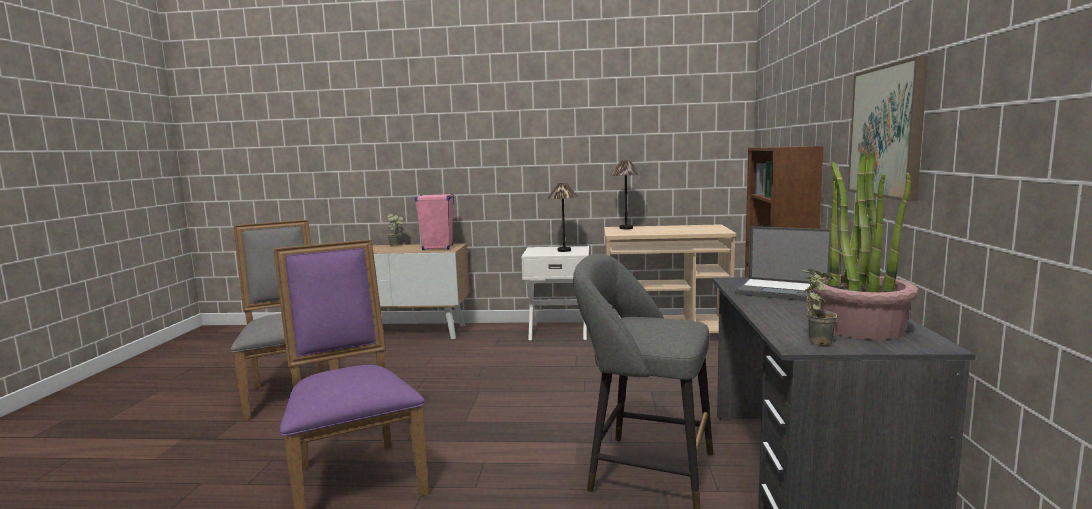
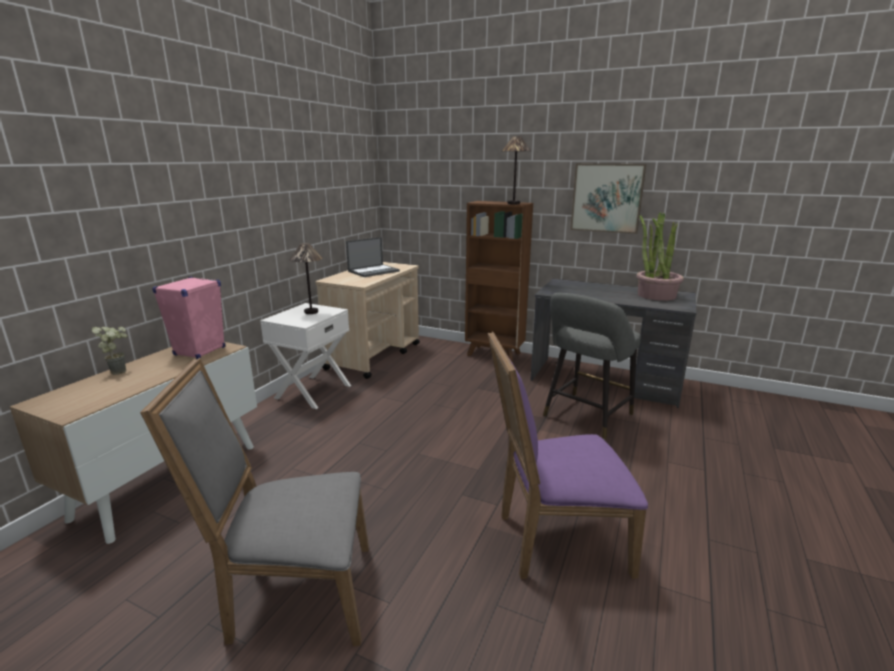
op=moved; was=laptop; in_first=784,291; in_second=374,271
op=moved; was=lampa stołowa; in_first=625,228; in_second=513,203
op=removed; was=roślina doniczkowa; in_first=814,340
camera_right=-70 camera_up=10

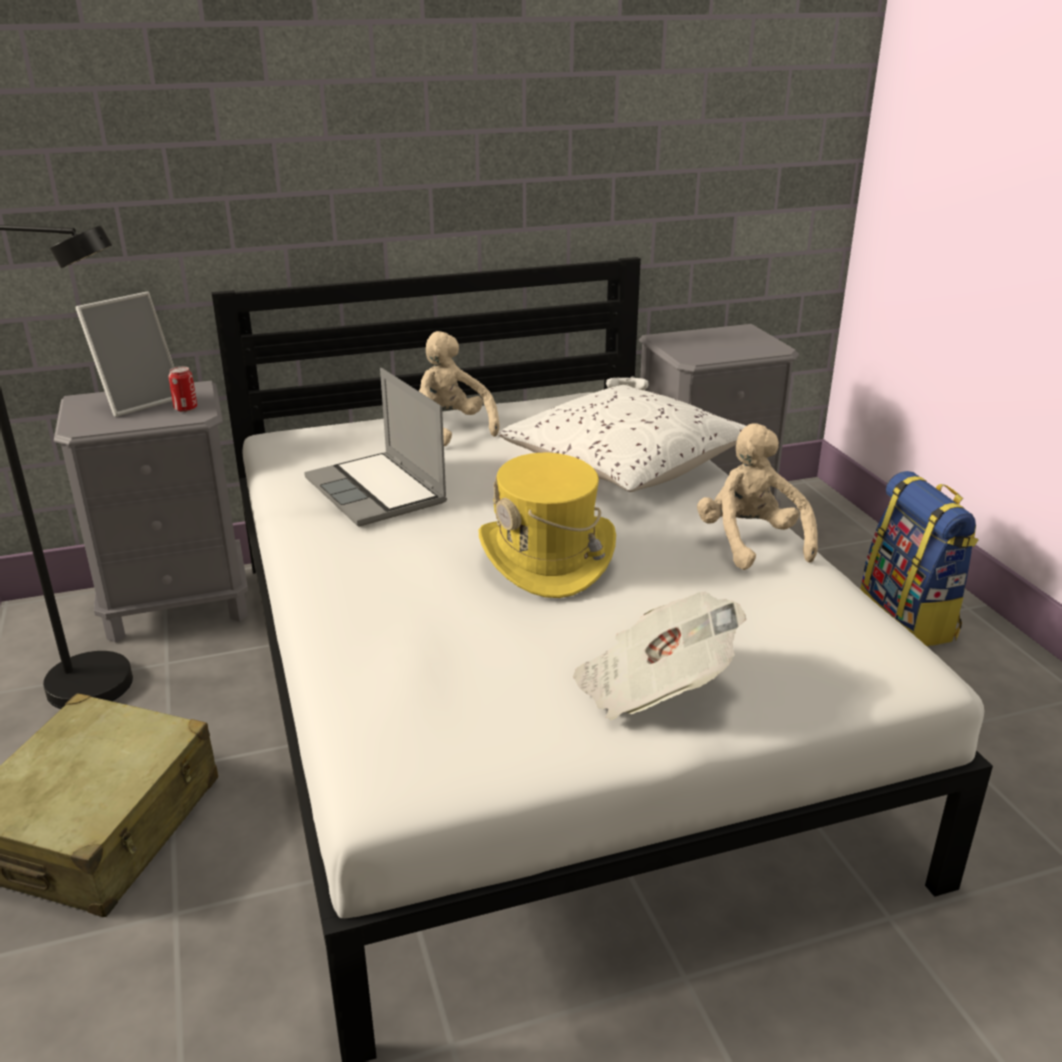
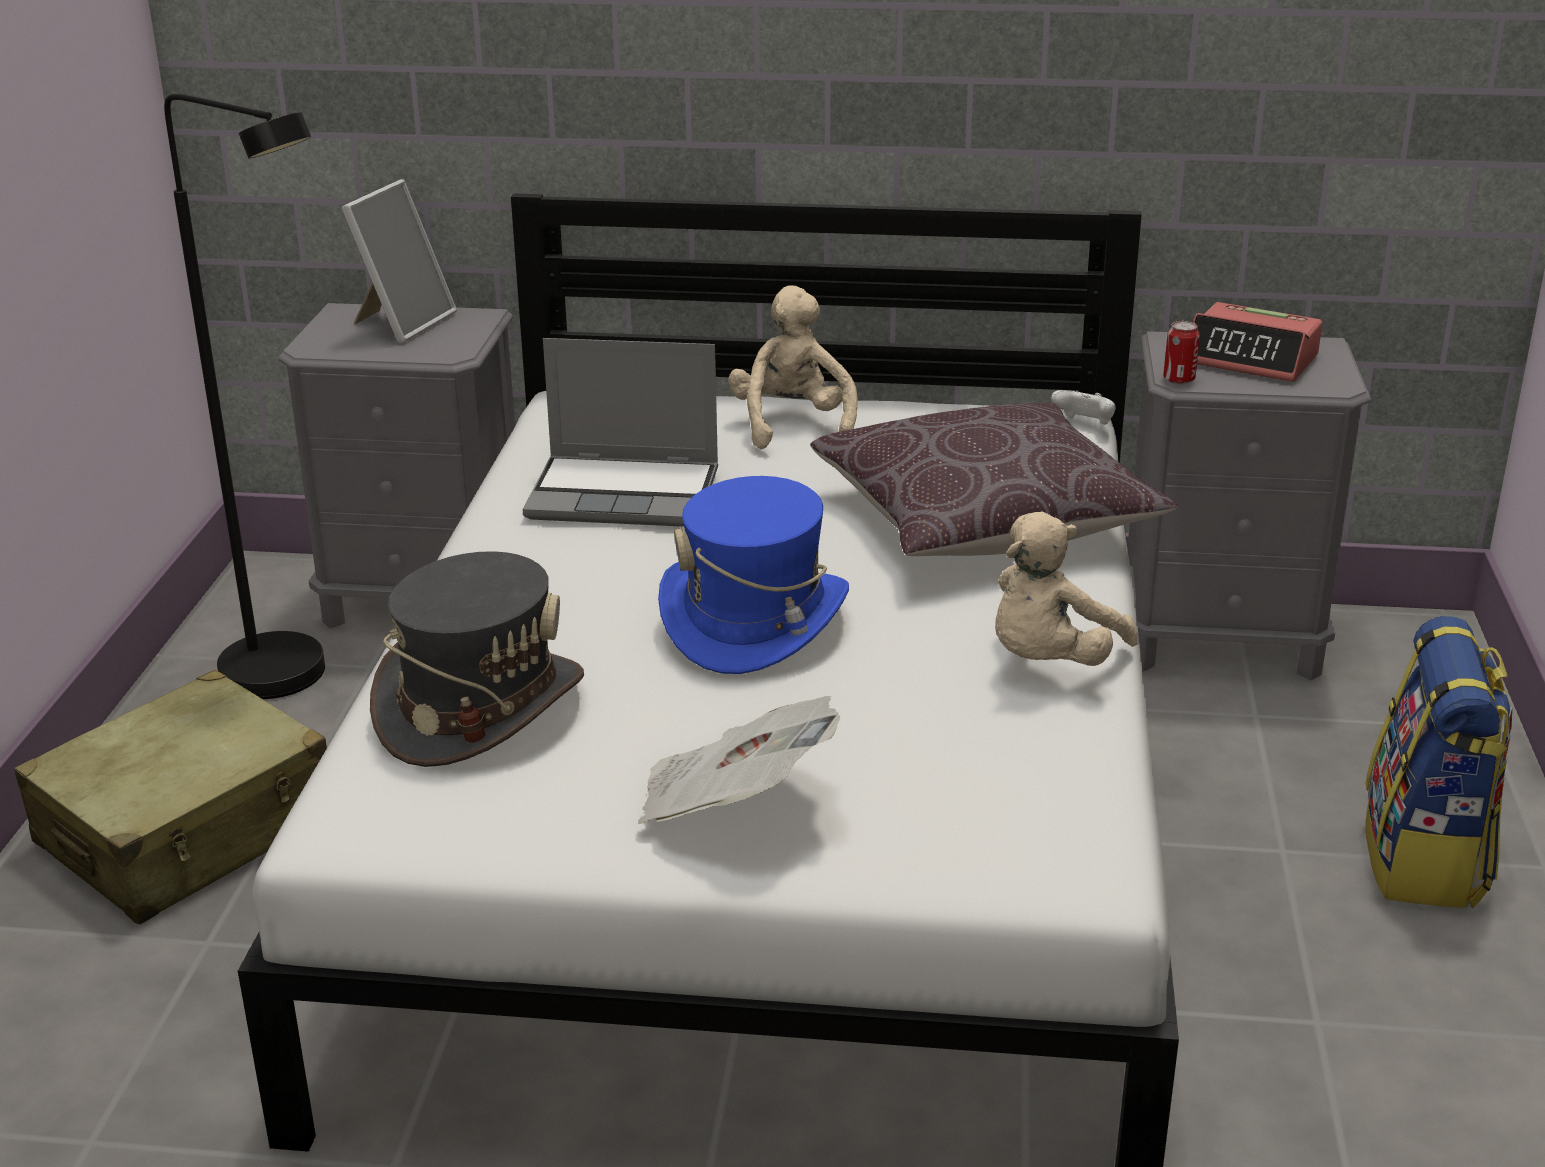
op=turned; was=ramka na zdjęcie; in_first=139,401; in_second=402,323; clockwise=-45
op=added; now=kapelusz (szary); in_second=479,707
op=turned; was=laptop; in_first=378,492; in_second=626,494; clockwise=-75
op=recoloured; was=kapelusz (żółty); now=kapelusz (niebieski); in_first=547,558; in_second=755,621
op=recoloured; was=poduszka (biały); now=poduszka (brązowy); in_first=625,464; in_second=984,520
op=turned; was=pluszak (beżowy); in_first=750,542; in_second=1049,662; clockwise=-150
op=moved; was=puszka; in_first=185,408; in_second=1179,379
op=added; now=budzik; in_second=1252,359
camera_right=25 camera_up=0

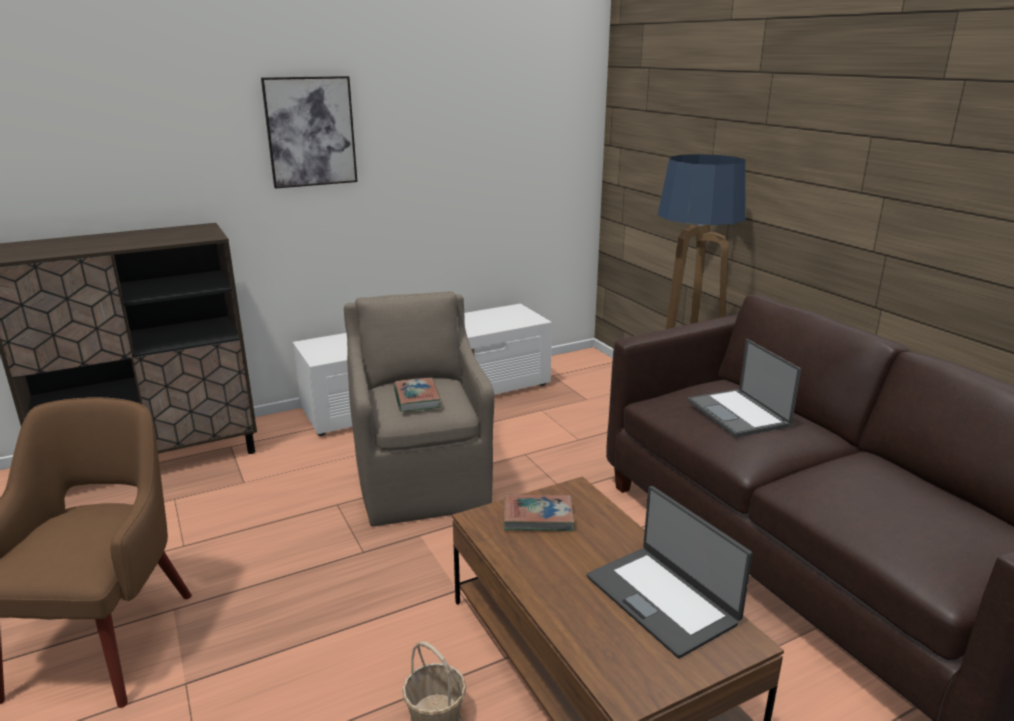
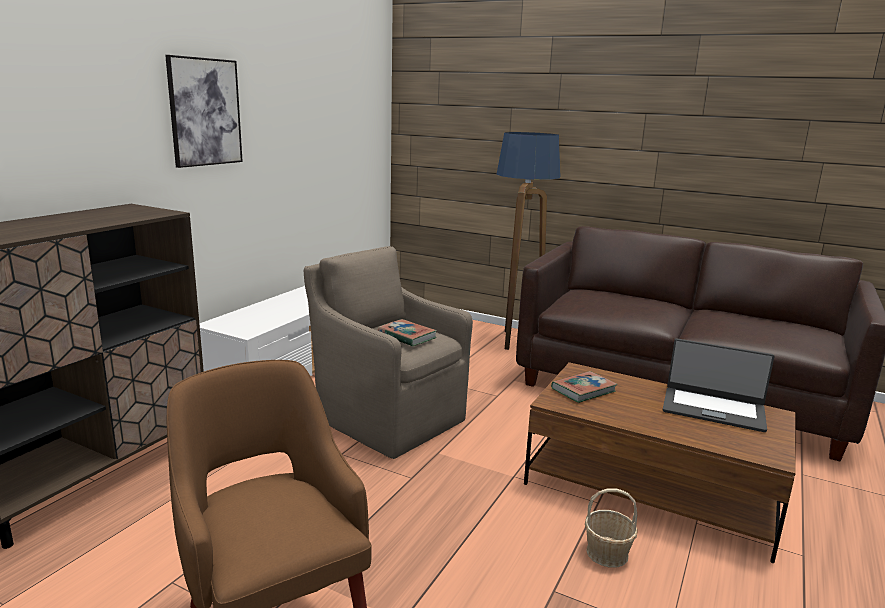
op=removed; was=laptop; in_first=739,414
camera_right=-35 camera_up=-5

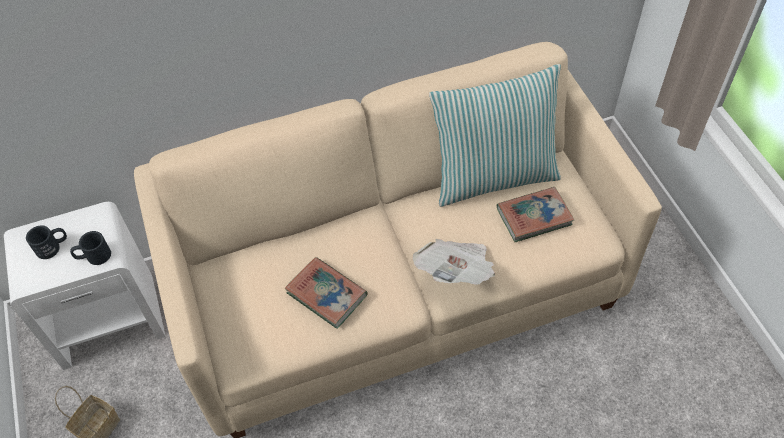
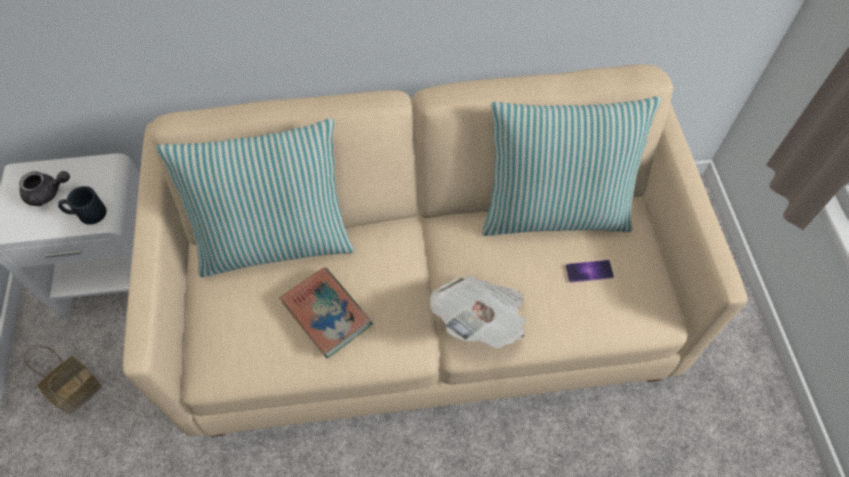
op=replaced; was=kubek (czarny); now=imbryk (szary); in_first=53,247; in_second=48,193
op=added; now=poduszka; in_second=276,241
op=replaced; was=książka; now=telefon; in_first=534,217; in_second=589,271
camera_right=10 camera_up=5

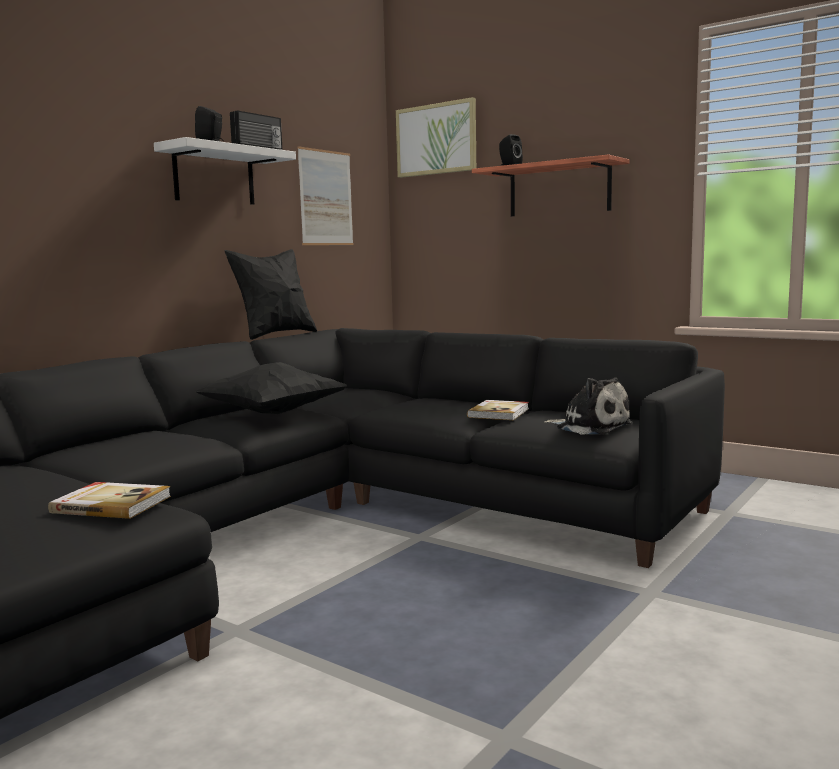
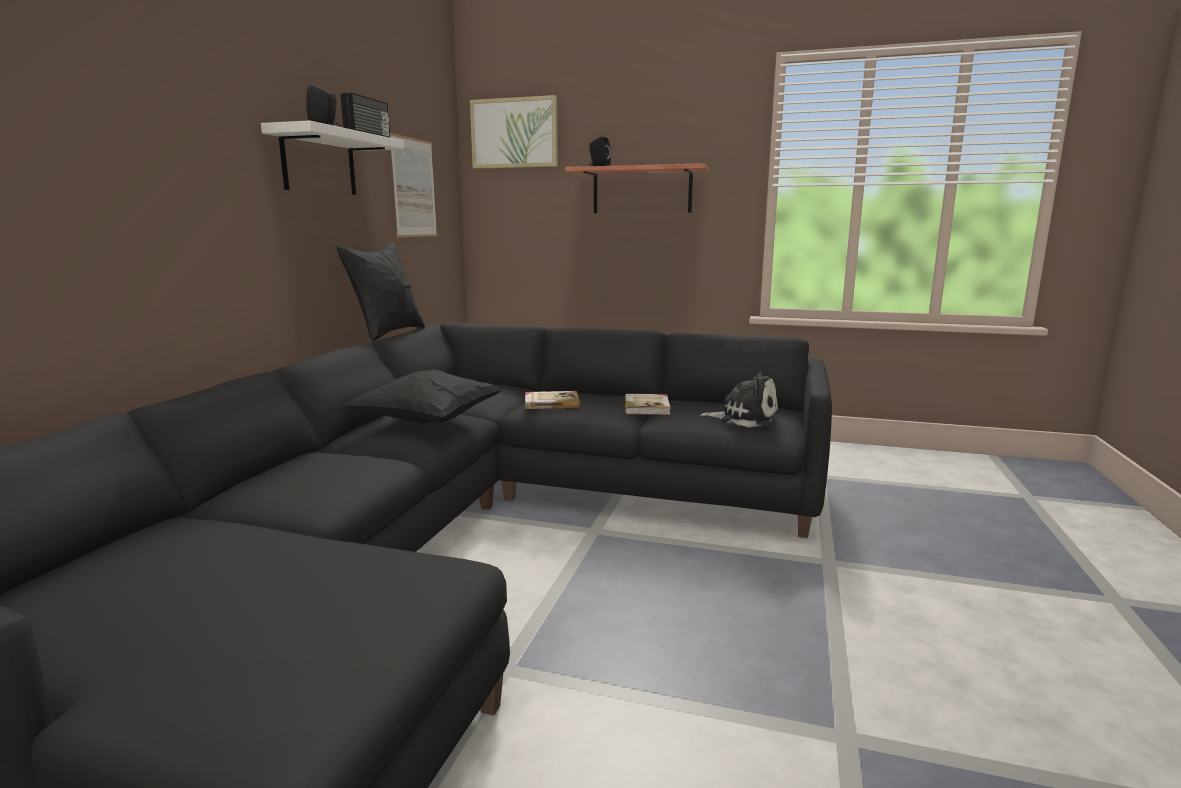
op=moved; was=książka; in_first=112,504; in_second=551,402
camera_right=-20 camera_up=5

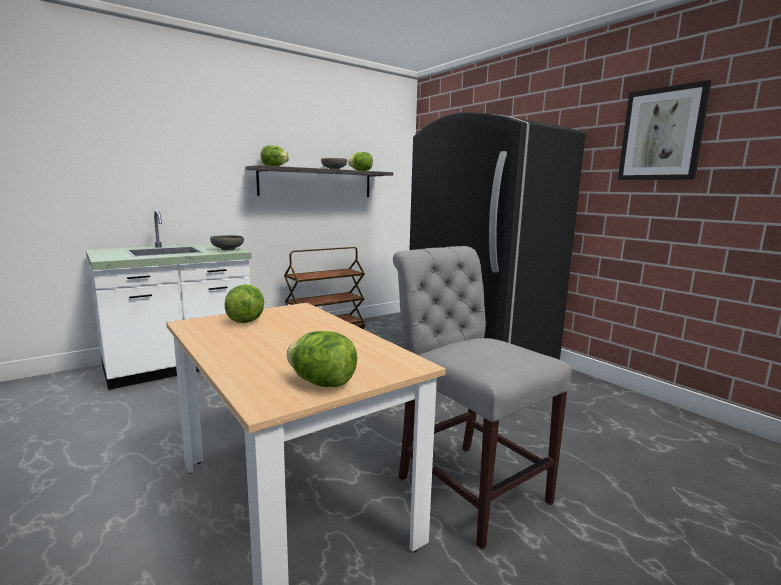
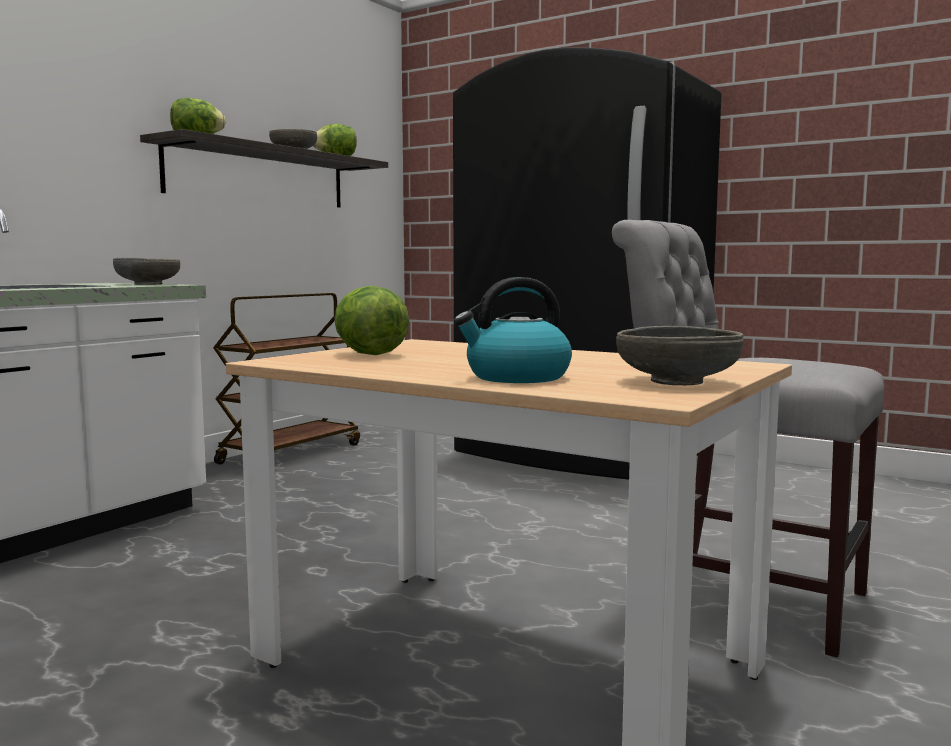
op=added; now=czajnik; in_second=516,377
op=replaced; was=sałata; now=miska (szary); in_first=322,383; in_second=677,381
op=removed; was=obraz; in_first=662,134
camera_right=-20 camera_up=-5

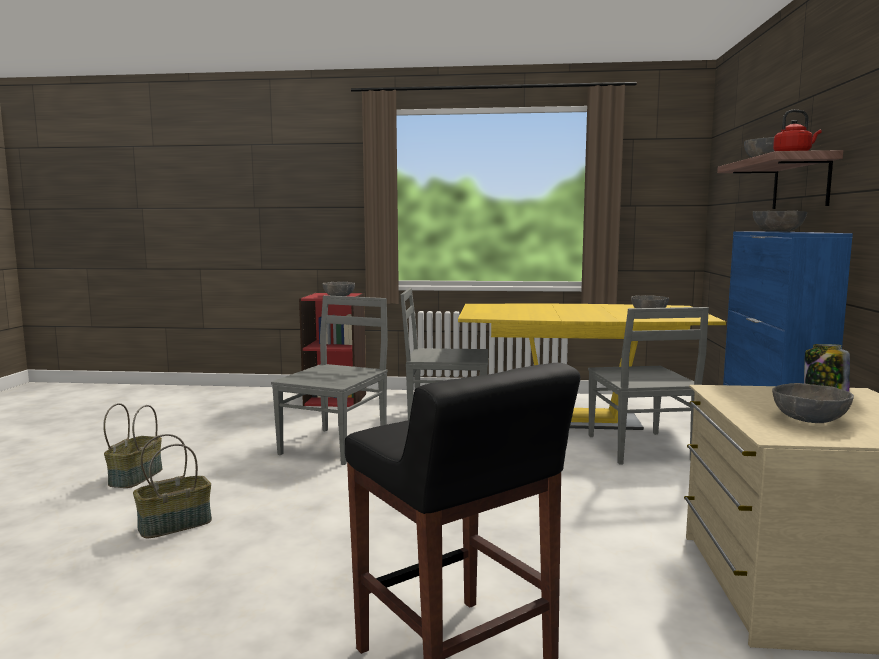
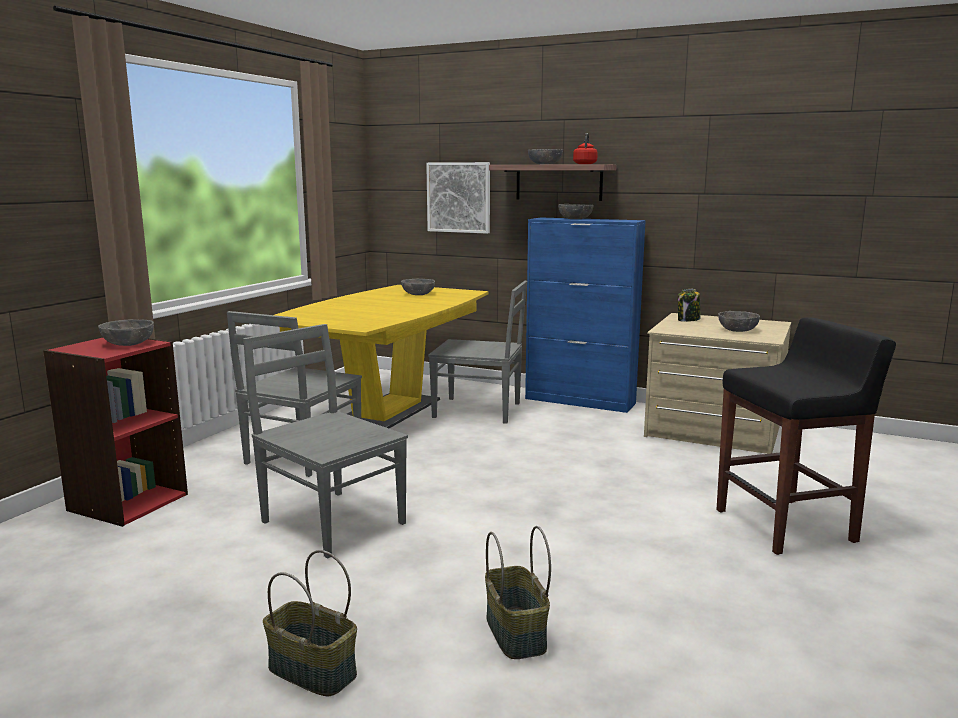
op=added; now=obraz; in_second=459,197
camera_right=-70 camera_up=5

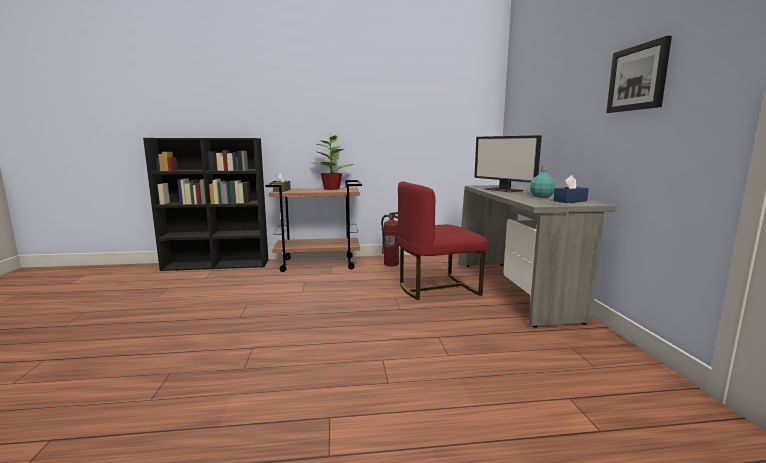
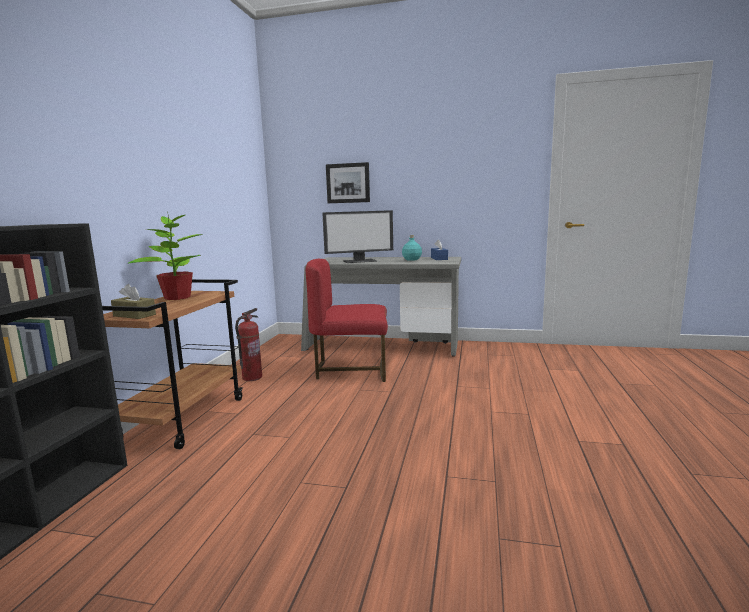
op=turned; was=krzesło (czerwony); in_first=436,288; in_second=351,370; clockwise=90
op=moved; was=obraz; in_first=638,78; in_second=348,183
camera_right=-70 camera_up=0

